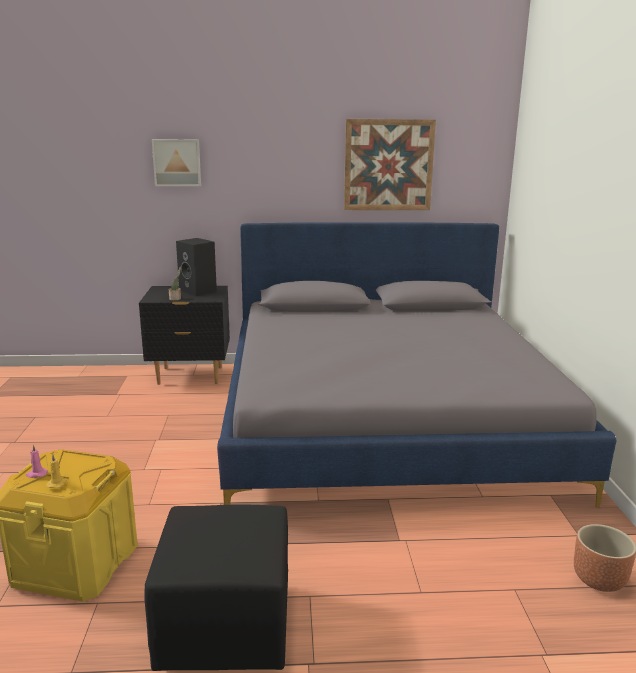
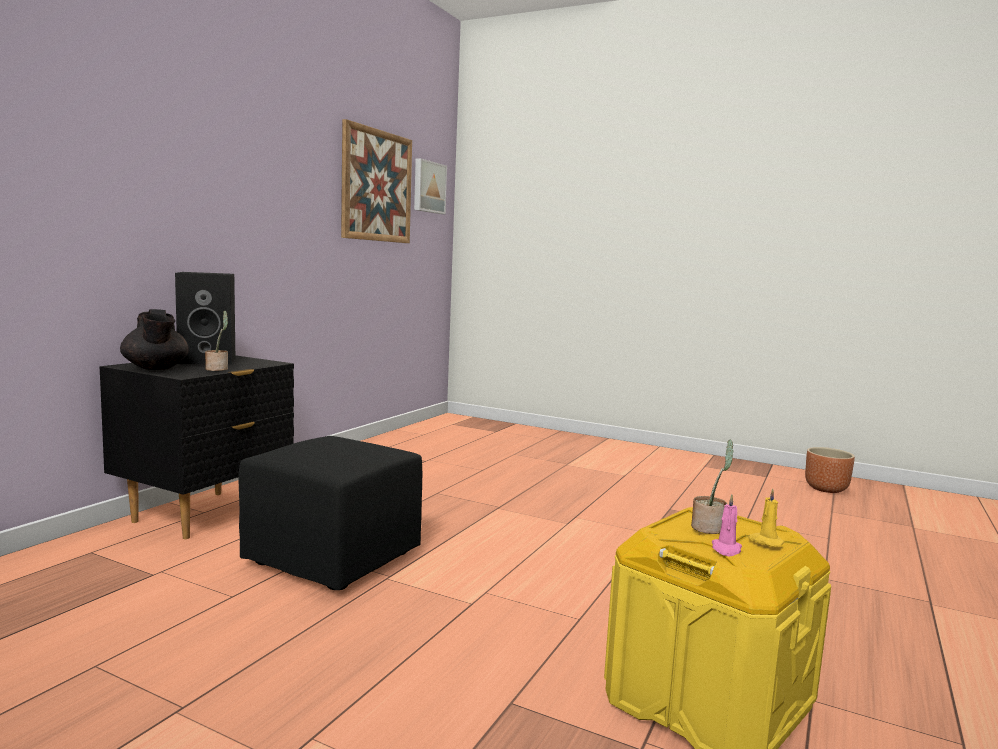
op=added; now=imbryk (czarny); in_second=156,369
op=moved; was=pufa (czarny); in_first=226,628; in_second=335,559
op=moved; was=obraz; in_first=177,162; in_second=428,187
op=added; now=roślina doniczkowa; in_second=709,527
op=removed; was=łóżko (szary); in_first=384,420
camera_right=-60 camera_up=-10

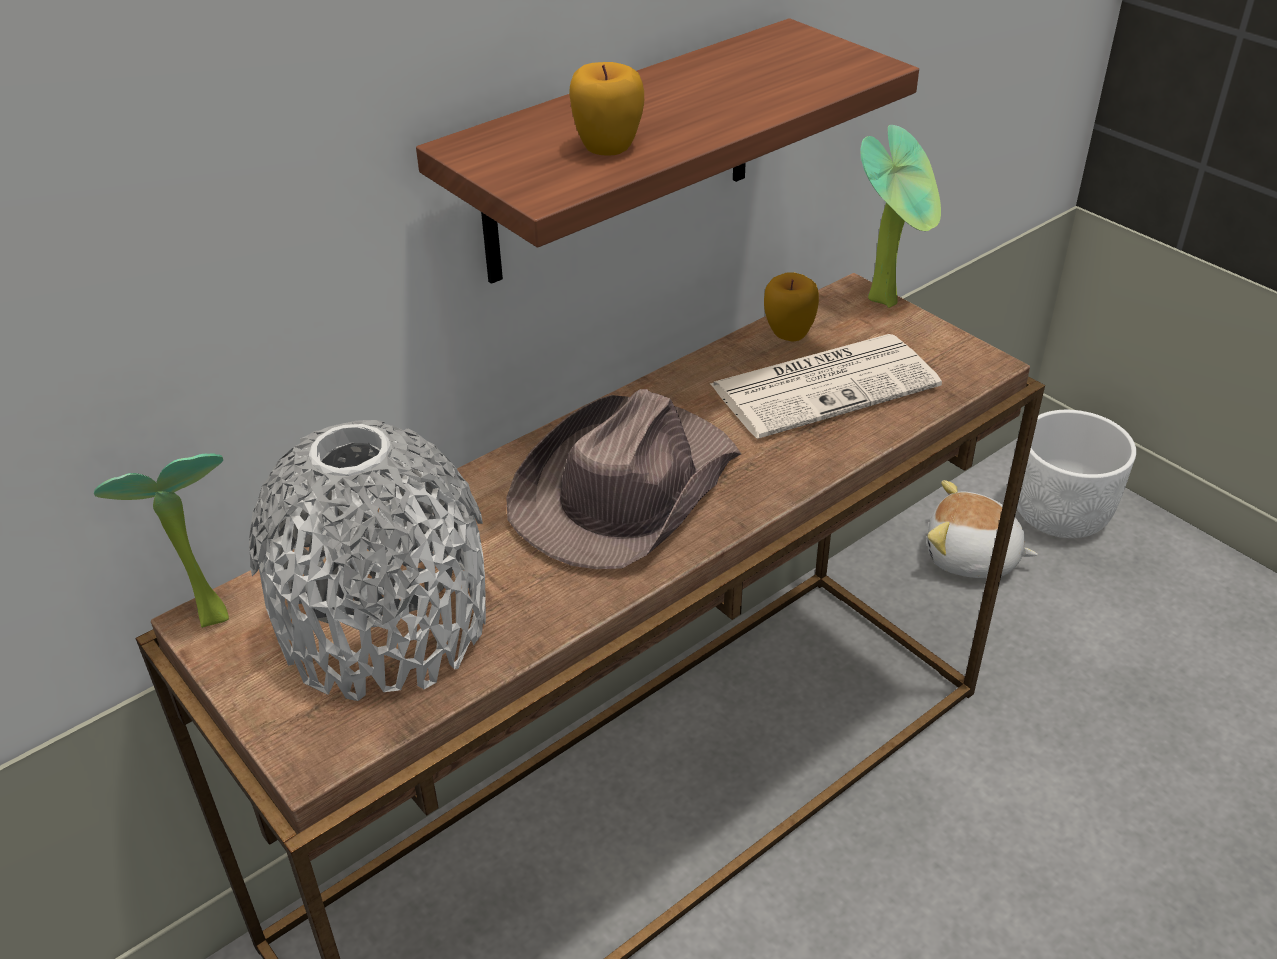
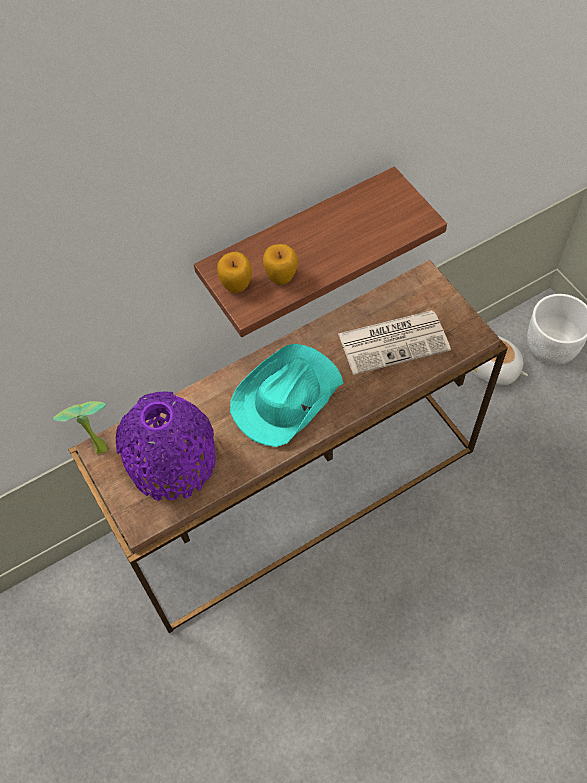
op=recoloured; was=wazon (szary); now=wazon (fioletowy); in_first=385,624; in_second=172,462
op=moved; was=jabłko; in_first=788,334; in_second=236,285
op=recoloured; was=kapelusz (brązowy); now=kapelusz (turkusowy); in_first=624,490; in_second=285,397
op=removed; was=roślina doniczkowa; in_first=889,299
camera_right=10 camera_up=20

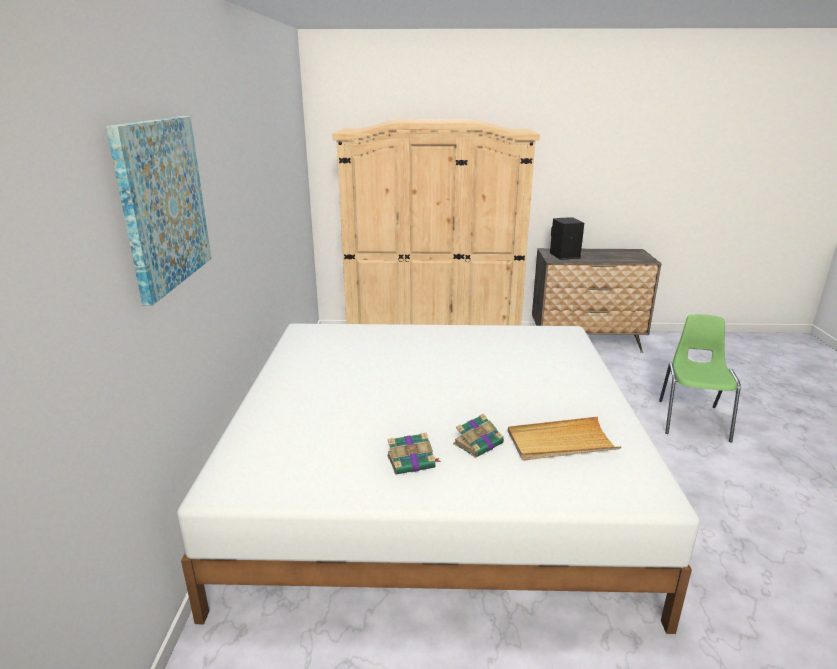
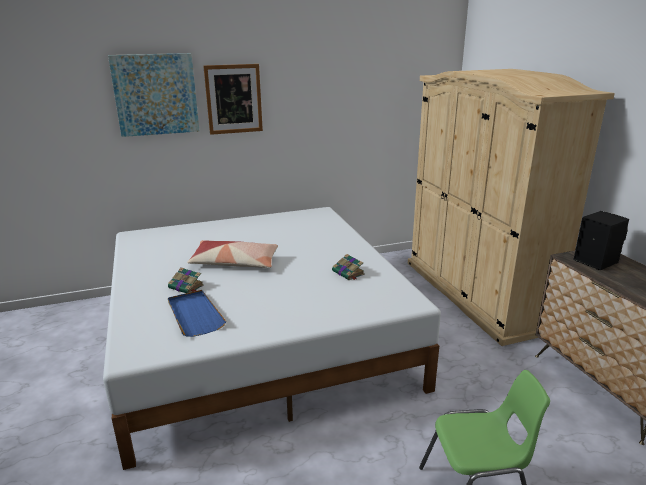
op=recoloured; was=taca (beżowy); now=taca (niebieski); in_first=561,442; in_second=194,315
op=added; now=poduszka; in_second=235,263
op=added; now=obraz; in_second=234,99
op=moved; was=książka; in_first=412,462; in_second=348,273
camera_right=70 camera_up=0

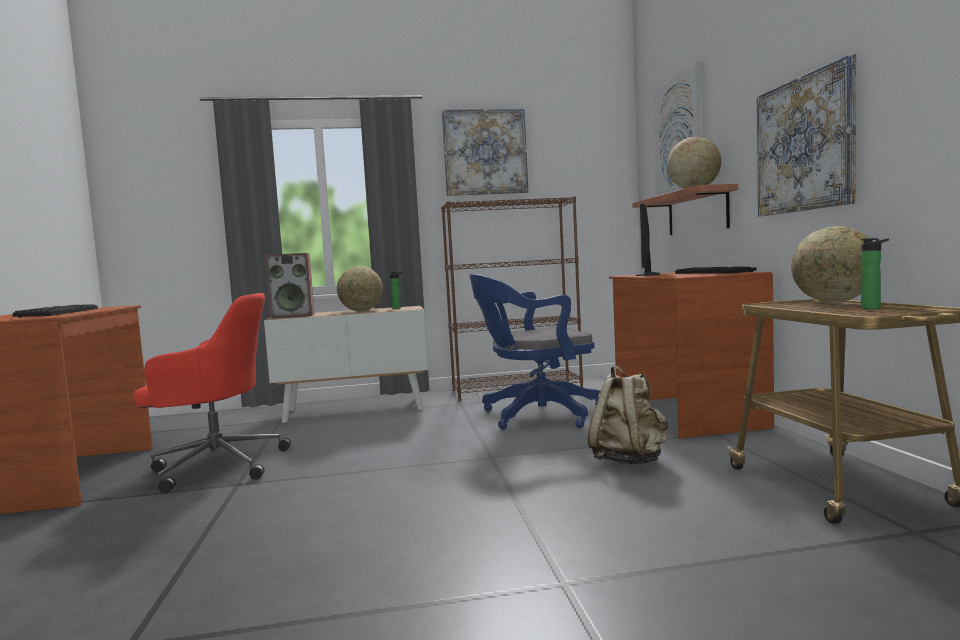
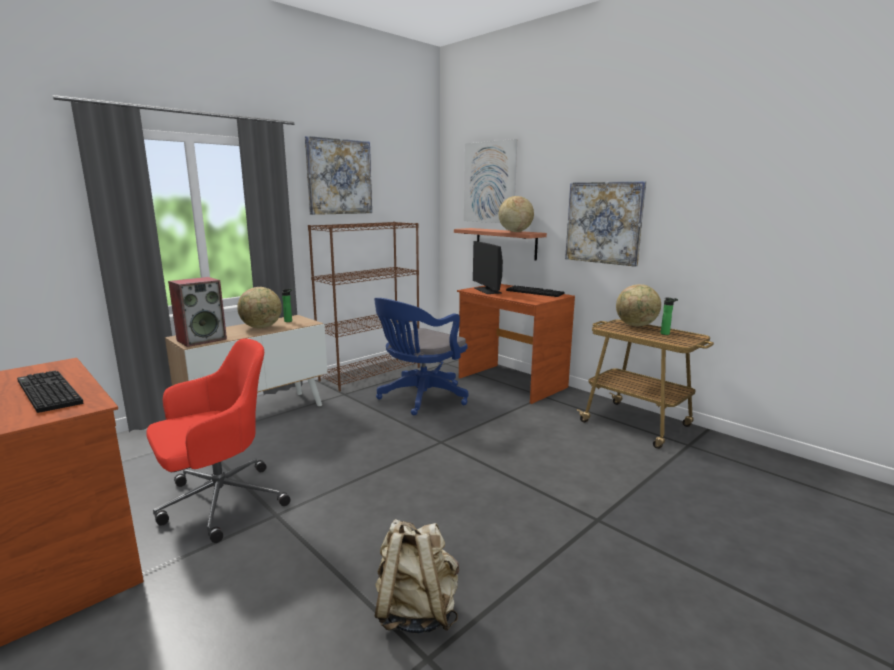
op=moved; was=plecak (beżowy); in_first=629,460; in_second=416,611
camera_right=-35 camera_up=10

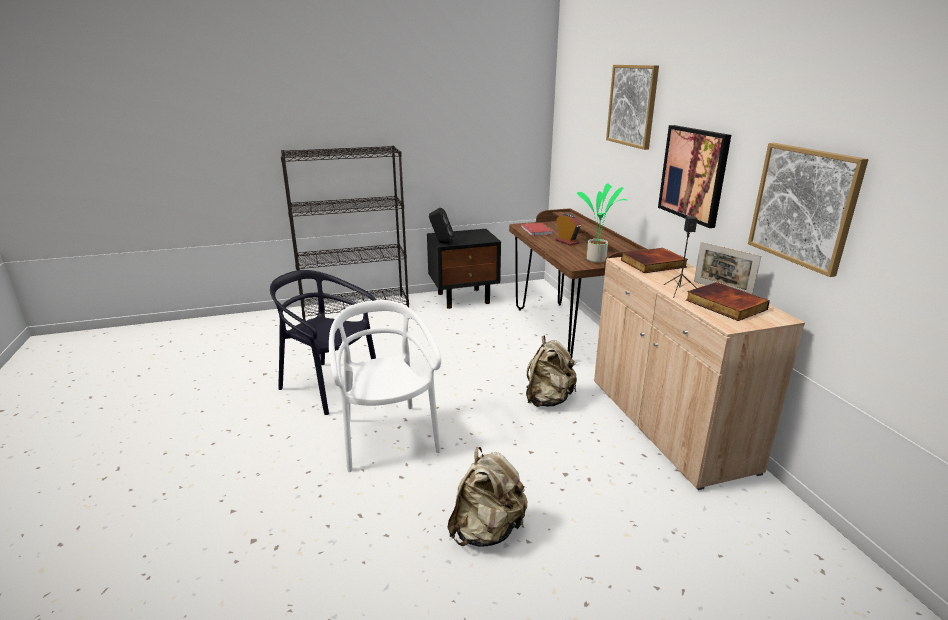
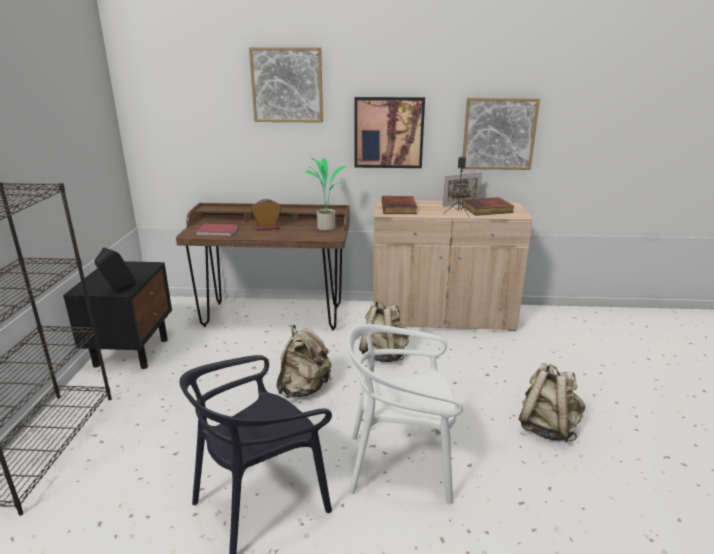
op=added; now=plecak (beżowy); in_second=304,388
camera_right=-70 camera_up=0

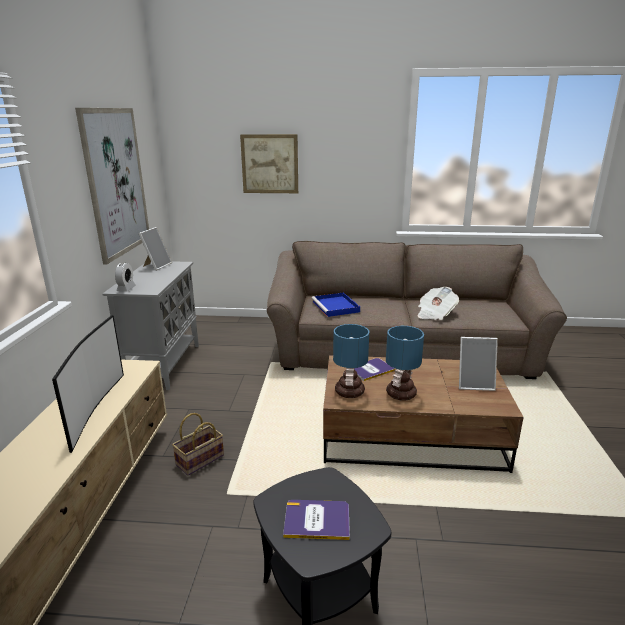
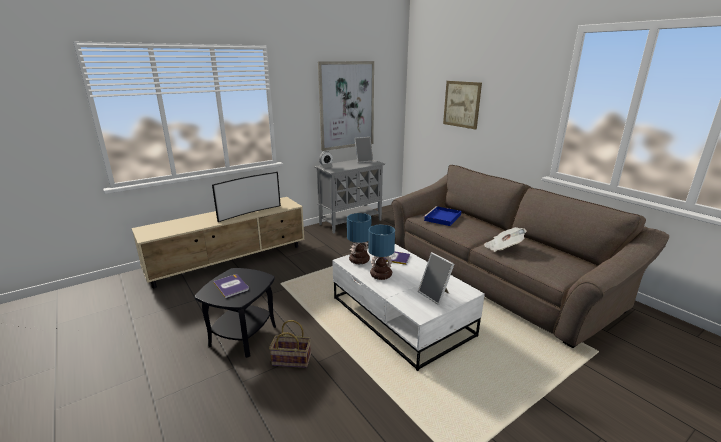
op=moved; was=koszyk; in_first=199,461; in_second=290,360
op=recoloured; was=ława (brązowy); now=ława (biały); in_first=412,435; in_second=401,316
camera_right=50 camera_up=0

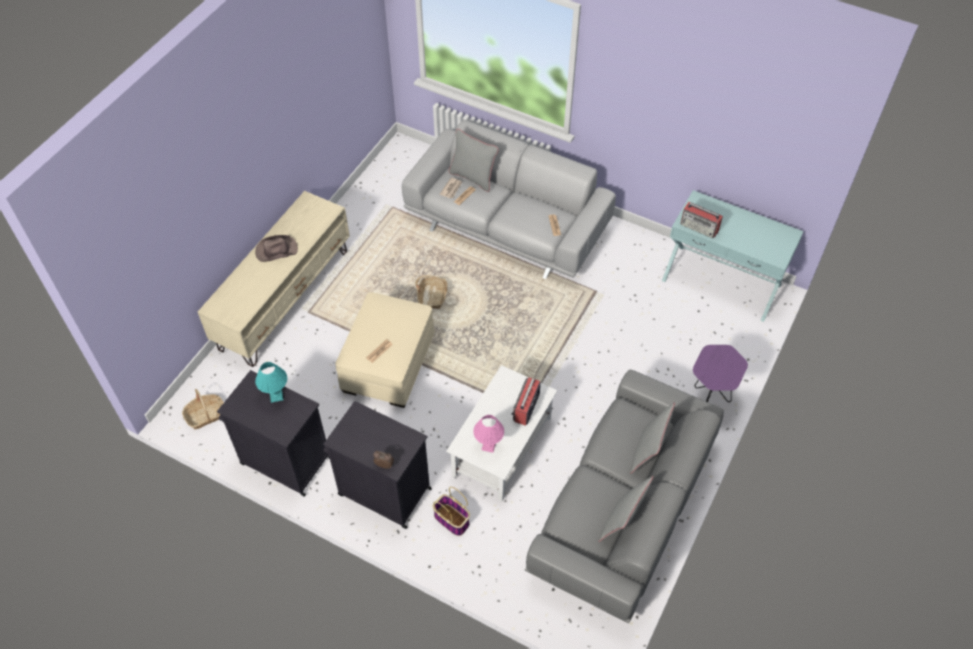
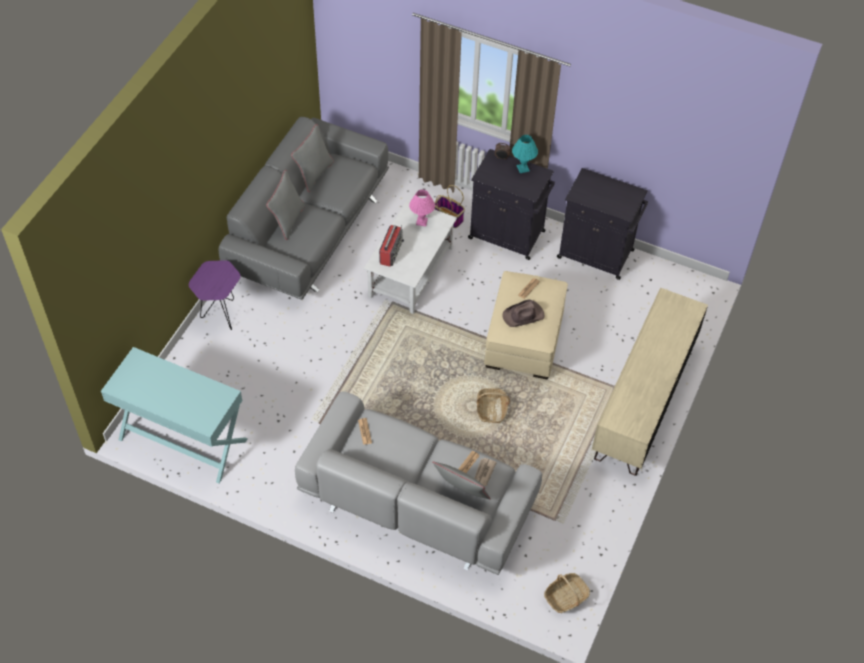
op=moved; was=kapelusz (brązowy); in_first=276,250; in_second=524,316
op=moved; was=lampa stołowa (turkusowy); in_first=276,396; in_second=522,168
op=moved; was=koszyk; in_first=206,415; in_second=566,597
op=removed; was=radio; in_first=699,227
camera_right=175 camera_up=0

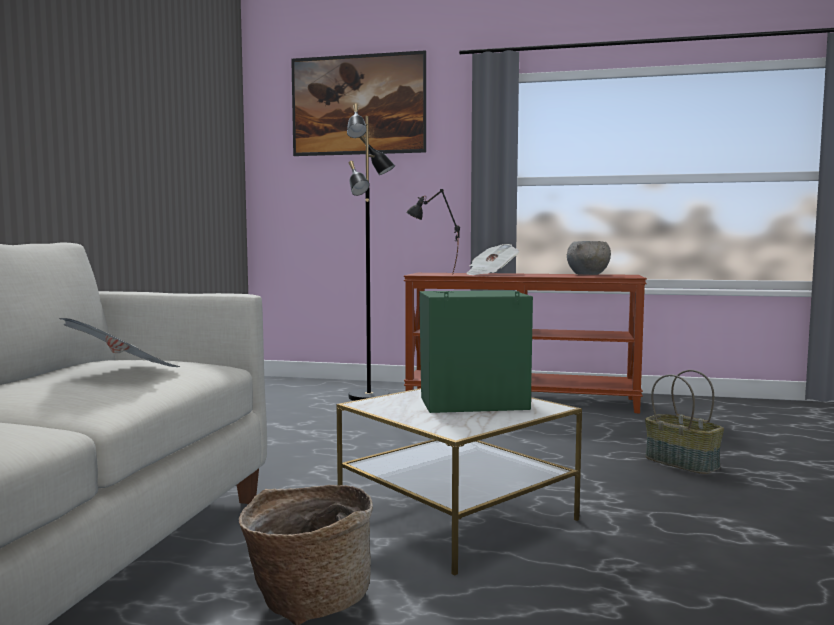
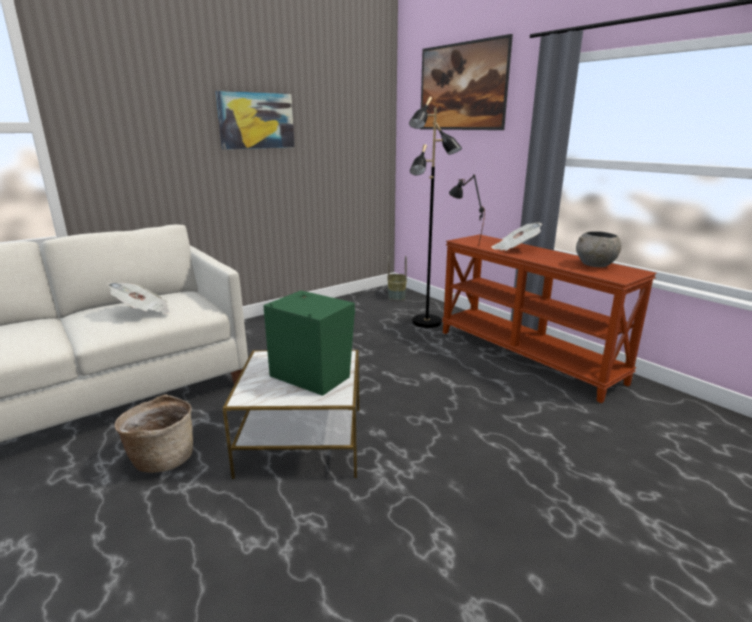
op=added; now=obraz; in_second=256,120
op=moved; was=koszyk; in_first=682,462; in_second=397,295
camera_right=40 camera_up=15

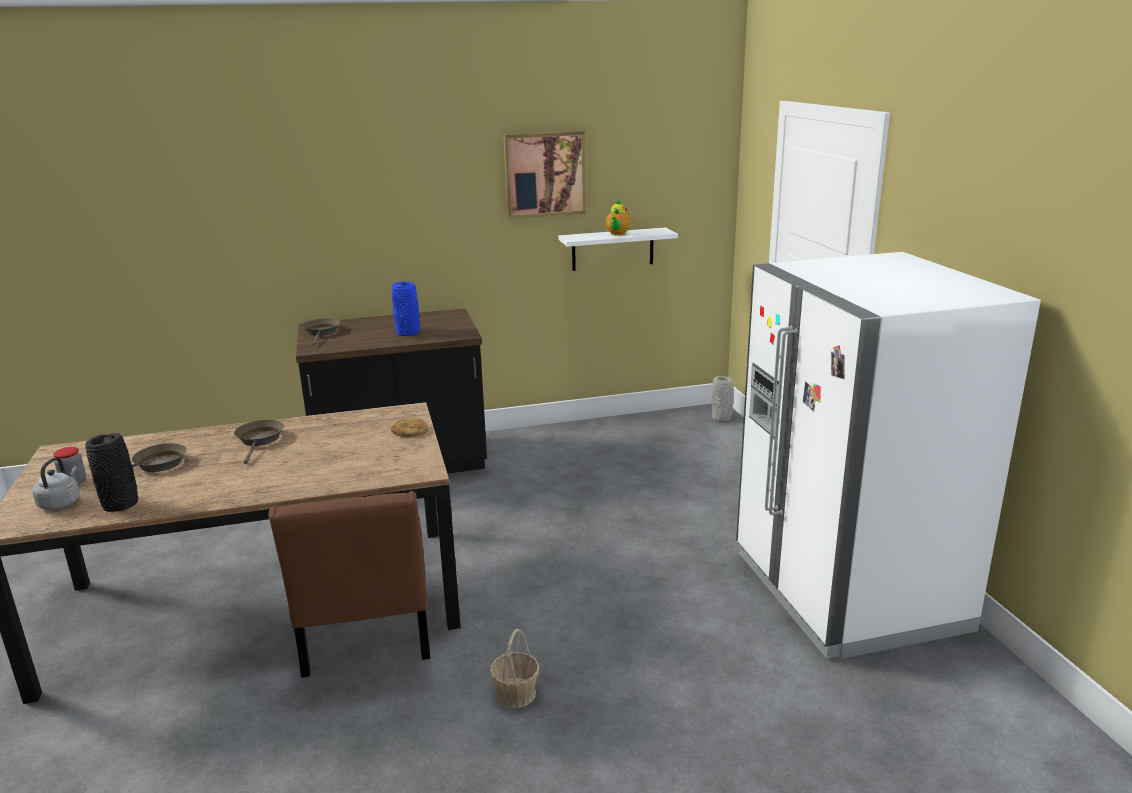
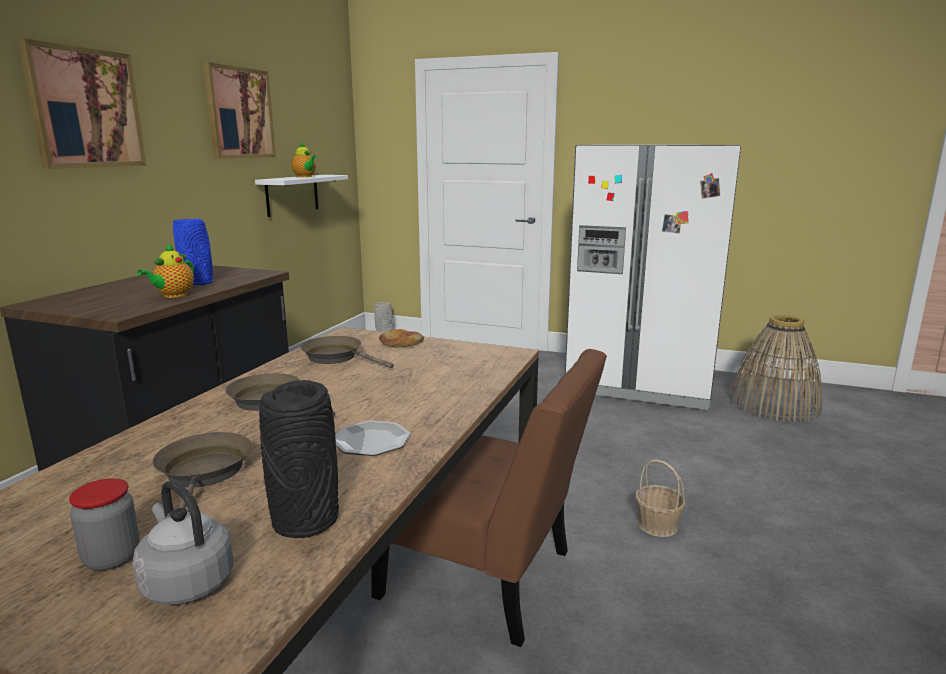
op=added; now=obraz; in_second=85,108
op=added; now=imbryk; in_second=173,295
op=moved; was=patelnia (brązowy); in_first=322,332; in_second=337,357
op=added; now=talerz; in_second=372,441
op=added; now=koszyk; in_second=773,404
camera_right=-55 camera_up=-5

